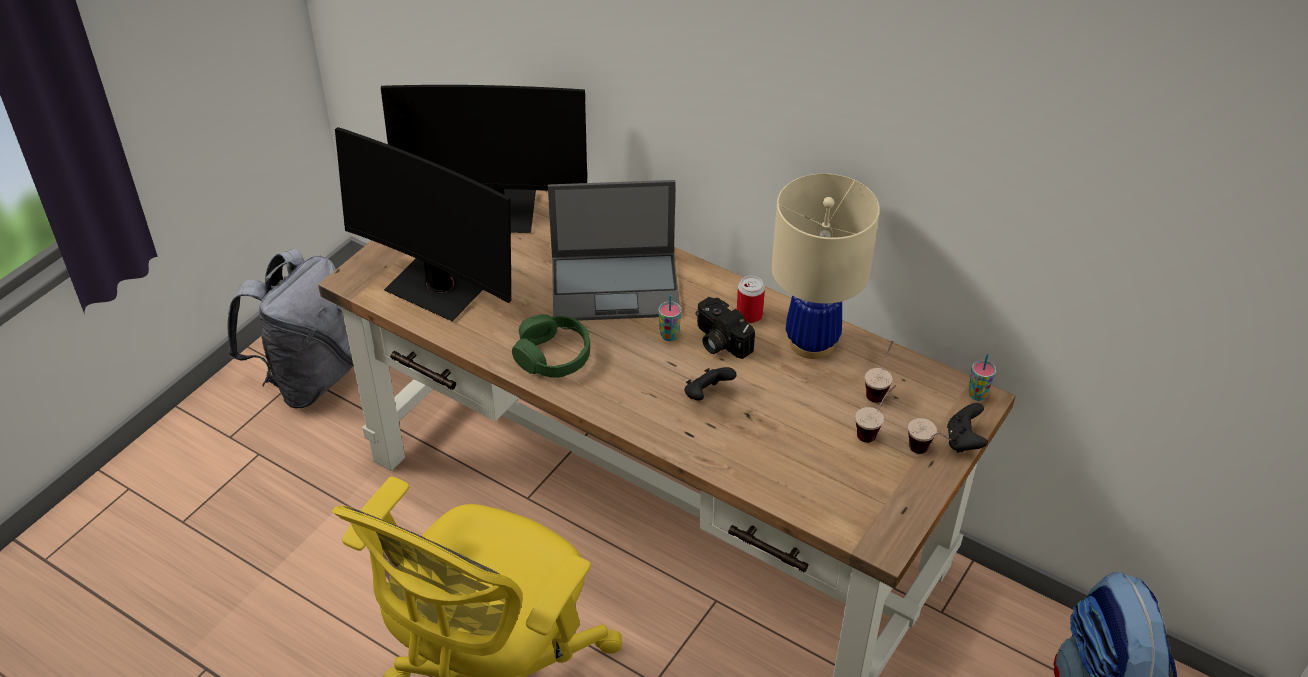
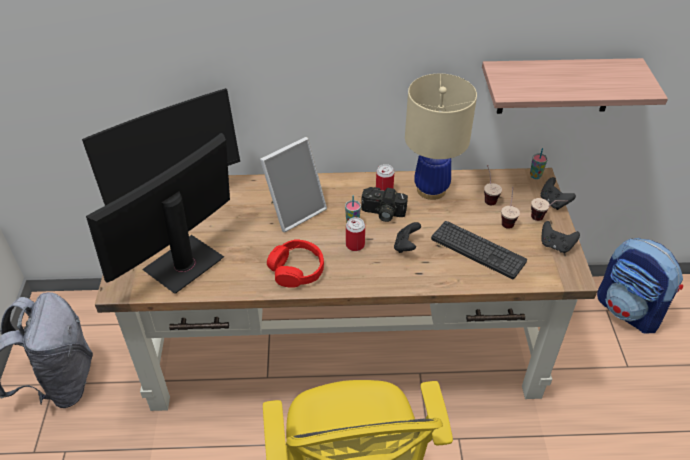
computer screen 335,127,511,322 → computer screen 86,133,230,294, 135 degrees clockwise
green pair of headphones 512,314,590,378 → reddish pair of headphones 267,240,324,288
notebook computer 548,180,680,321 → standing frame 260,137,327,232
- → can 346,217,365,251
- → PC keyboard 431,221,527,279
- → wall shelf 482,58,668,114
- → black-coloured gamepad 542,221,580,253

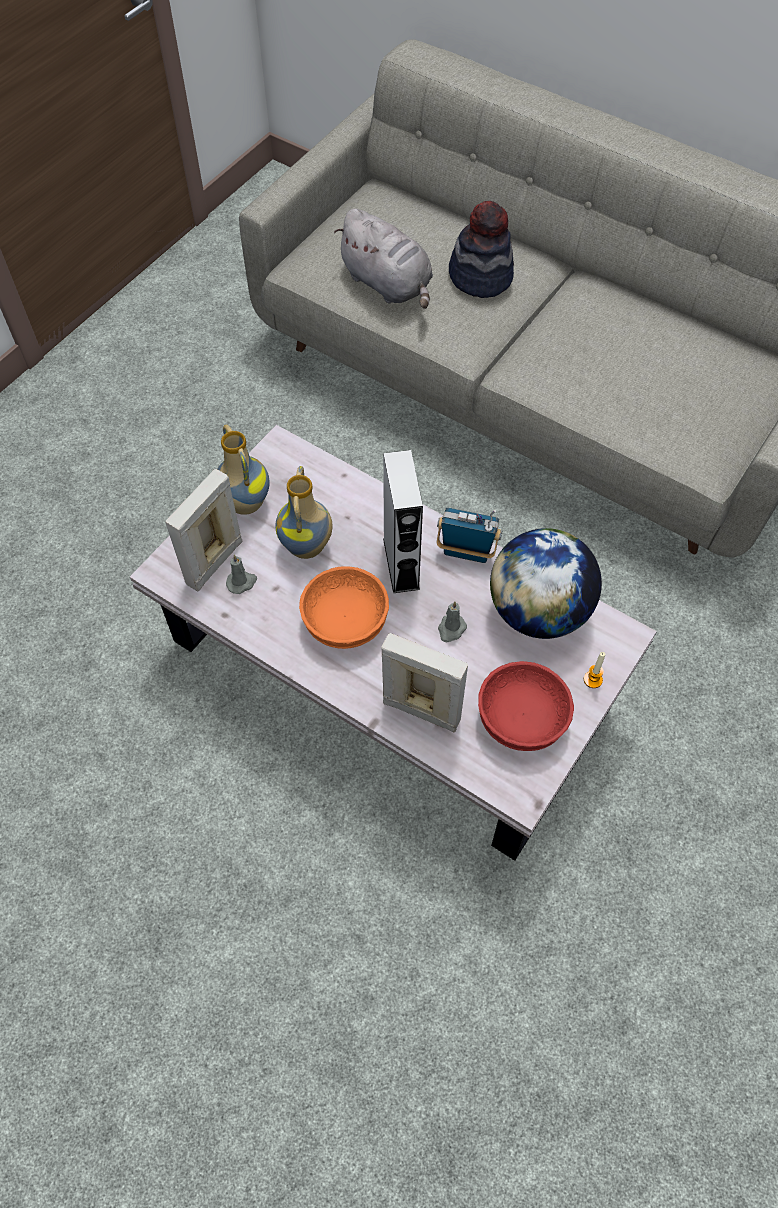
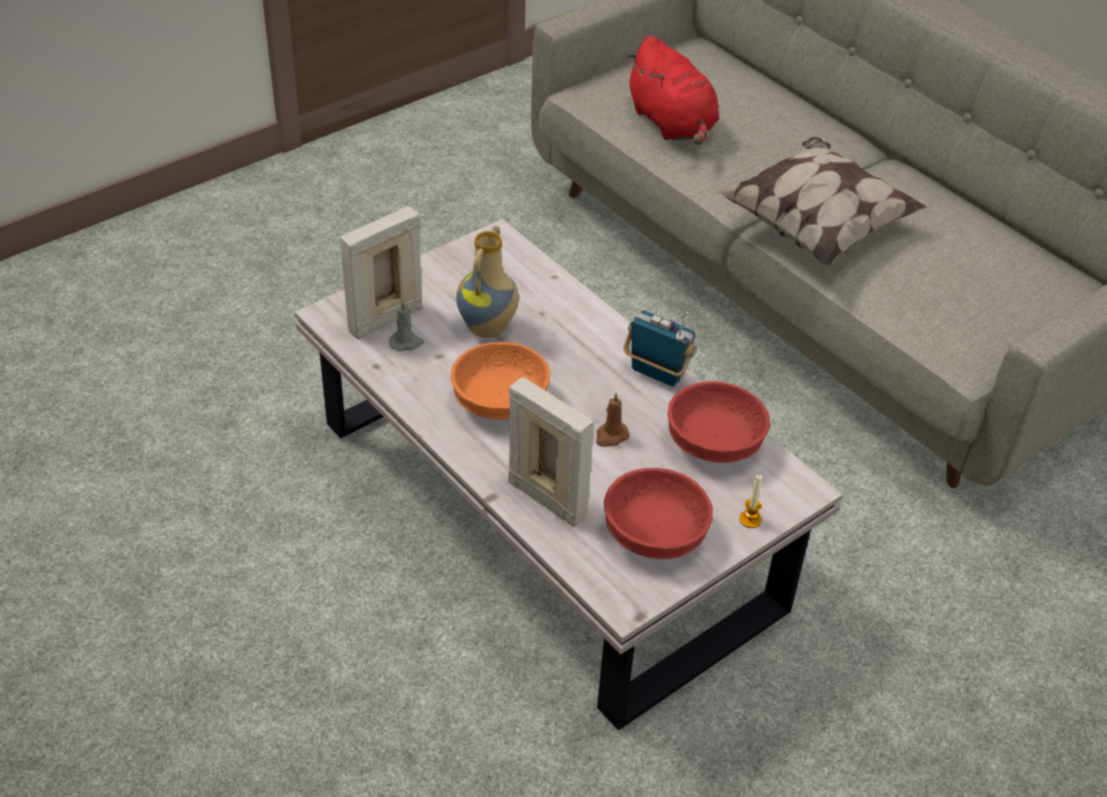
vase 217,424,270,515 → -
greyish cuddly toy 334,208,433,309 → reddish cuddly toy 626,36,719,145
greyish speaker 383,450,423,593 → -
greyish wax candle 438,601,467,642 → brown wax candle 596,393,630,447
wearable hat 449,201,514,298 → -
globe 490,528,602,639 → reddish serving bowl 667,381,770,463
- → throw pillow 715,137,927,266

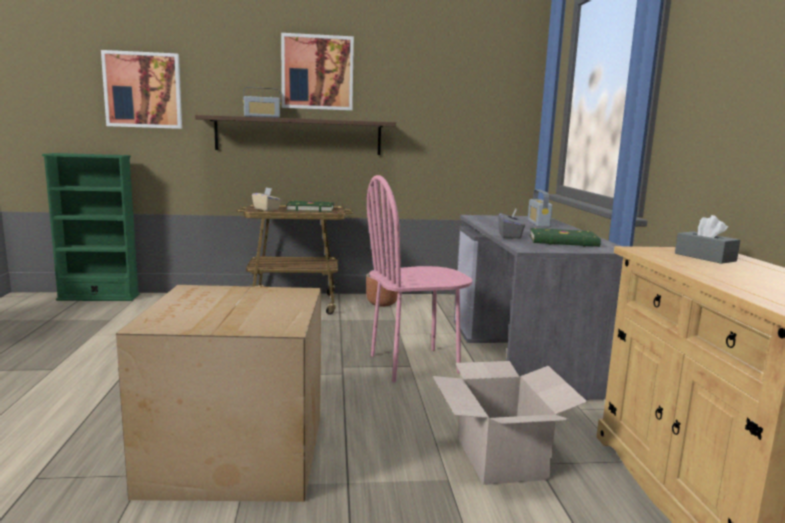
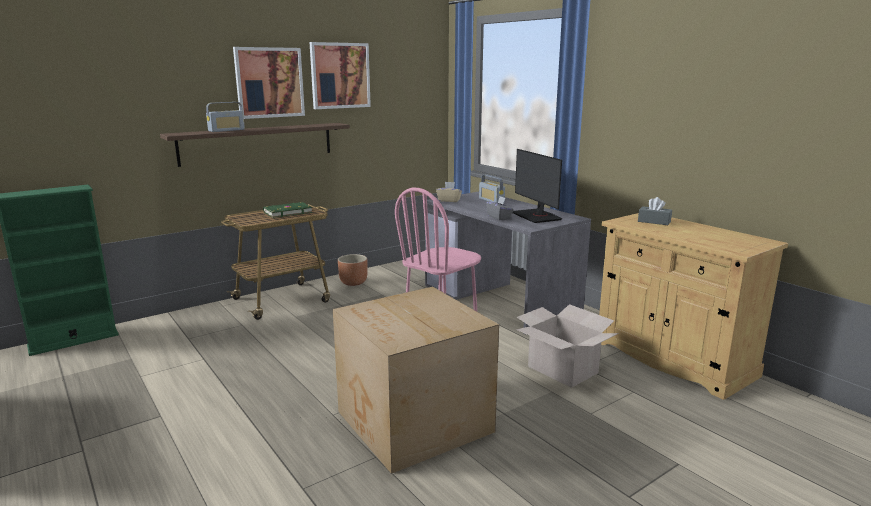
wall picture 101,50,182,129 → wall picture 309,42,371,109, shifted
sand-coloured tissue box 252,188,281,211 → sand-coloured tissue box 436,182,462,202, shifted
green volume 530,228,601,247 → computer screen 512,149,562,223

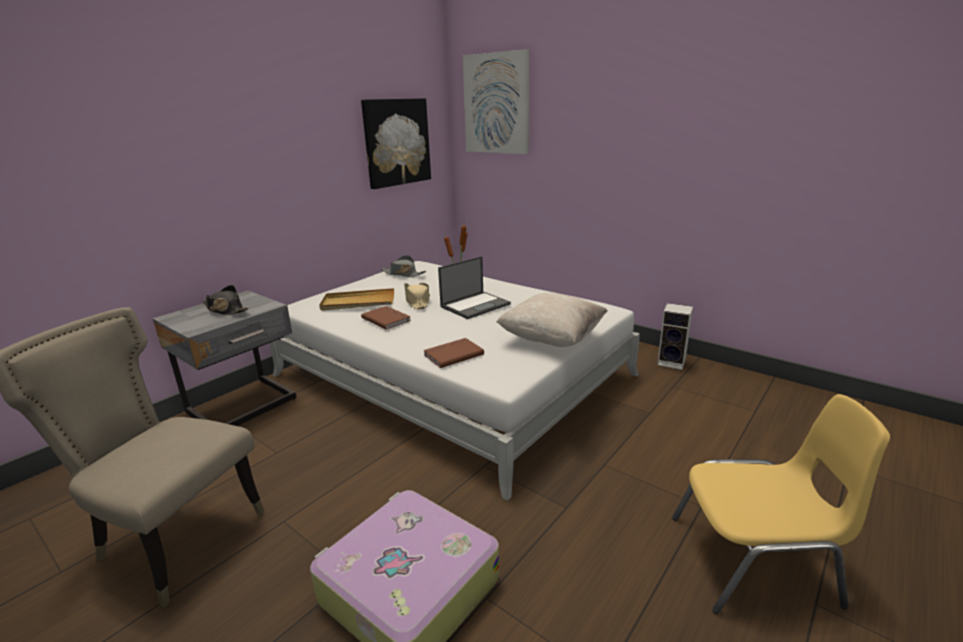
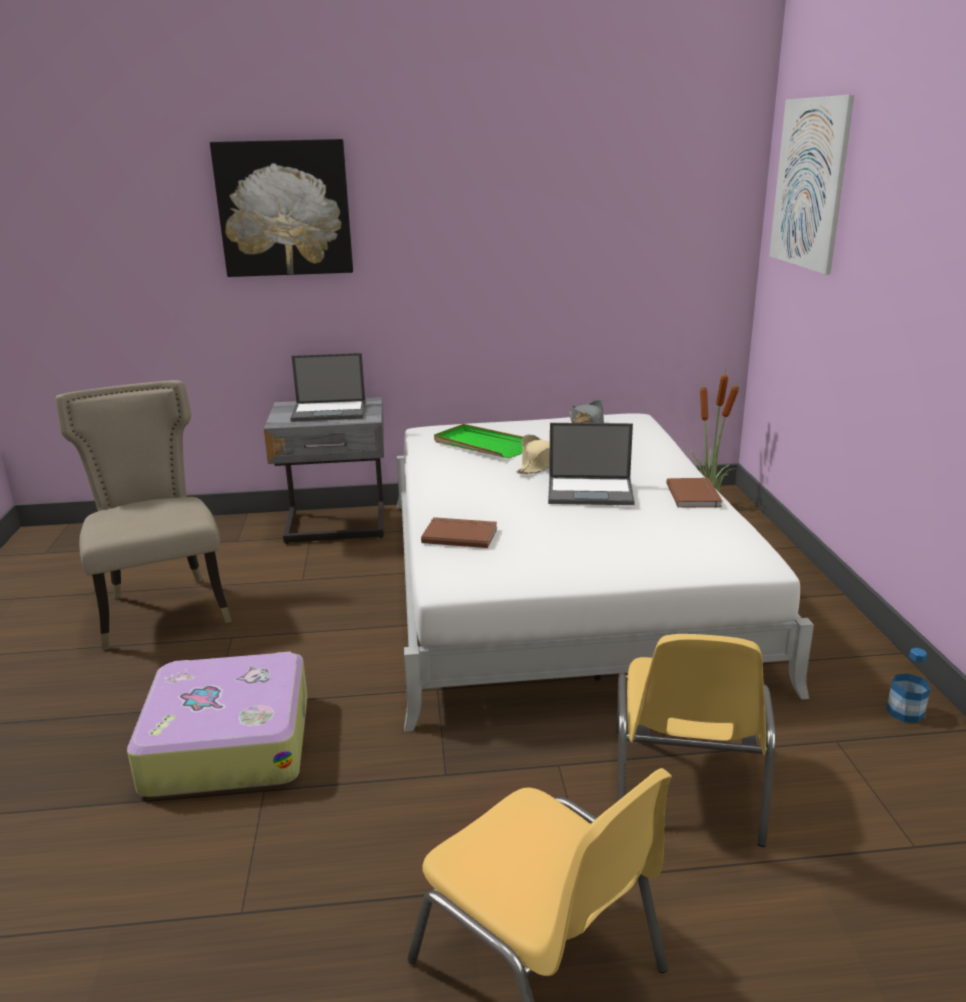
black-coloured wearable hat 203,285,249,315 → notebook computer 290,353,365,422
sand-coloured tray 319,288,394,311 → green tray 434,424,523,458
wall picture 361,98,431,189 → wall picture 210,139,353,277, shifted
brown volume 361,306,411,329 → brown volume 666,477,722,508, shifted
sand-coloured throw pillow 496,293,608,347 → -
speaker 657,303,693,370 → drink bottle 886,648,930,723
- → yellow-coloured plain chair 616,634,776,847

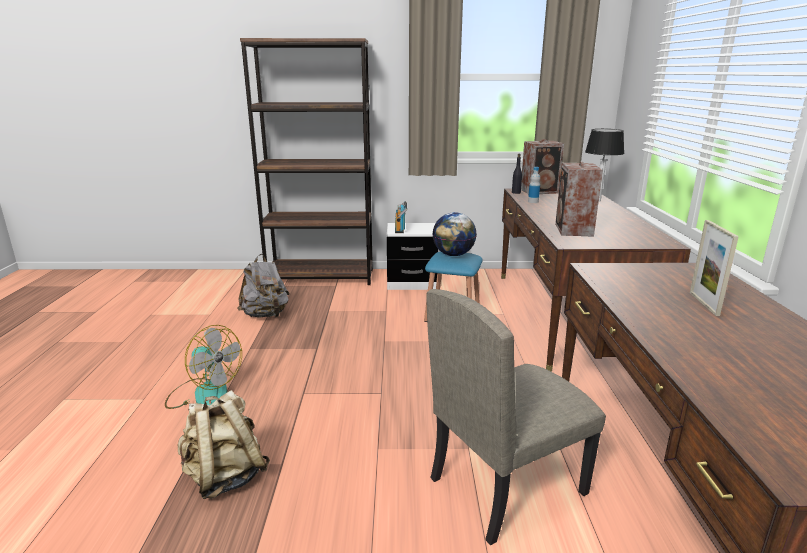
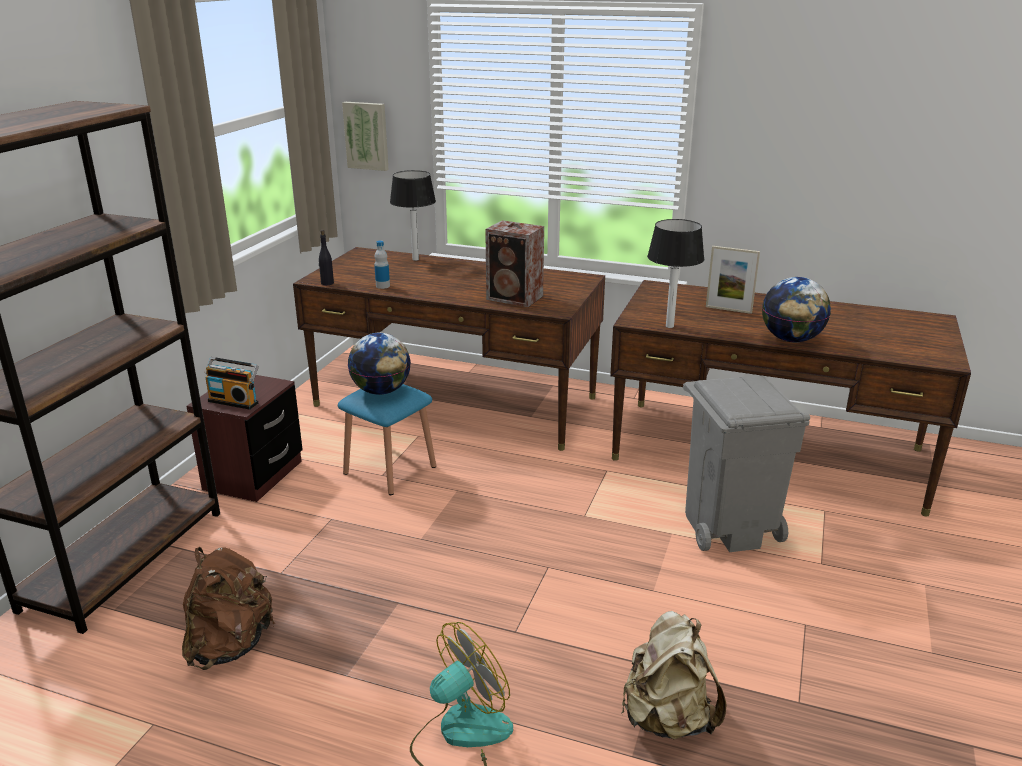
greyish backpack 237,254,290,318 → brown backpack 182,547,275,670
white bedside table 387,223,438,290 → brown bedside table 187,375,303,502
sand-coloured plain chair 426,289,606,545 → greyish trash can 683,375,810,552
speaker 521,139,564,194 → -
- → wall picture 342,102,389,171
- → tabletop lamp 647,219,704,328
- → globe 762,277,831,343

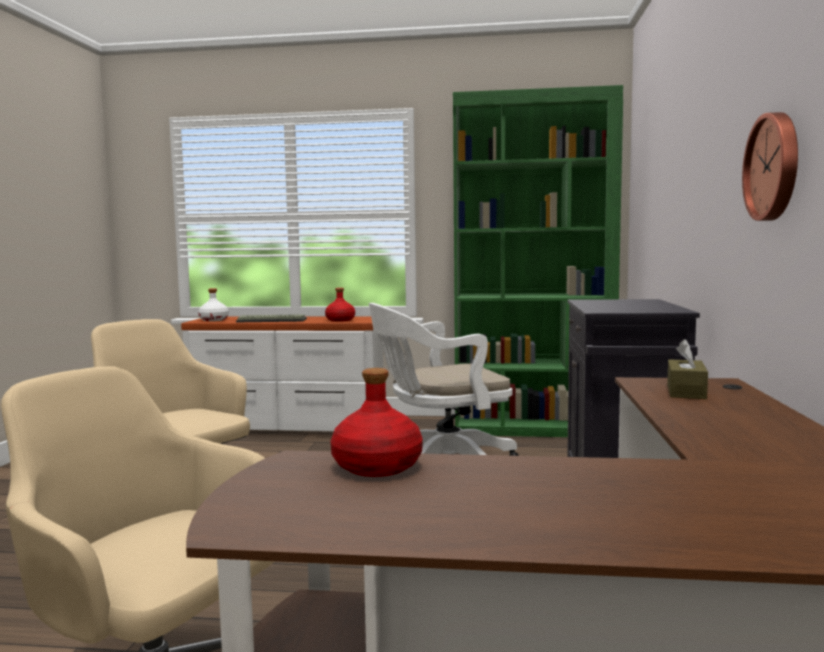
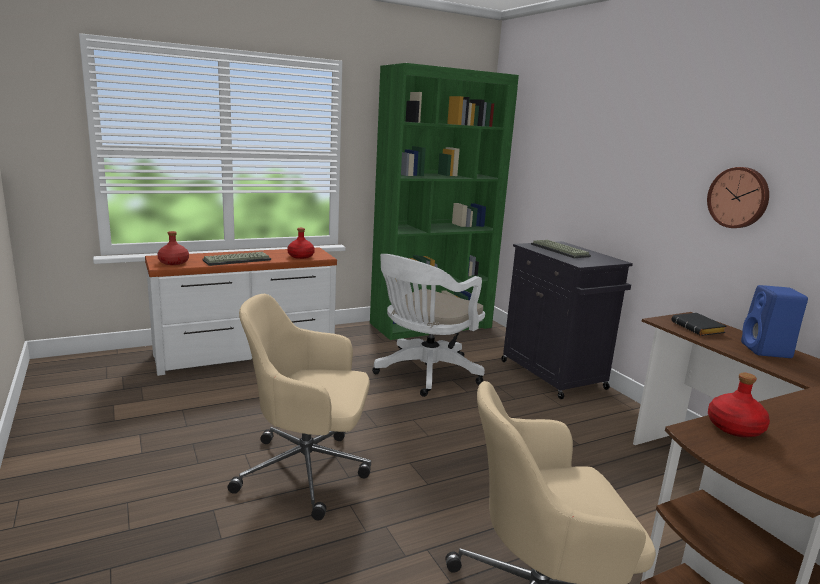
white drink bottle 198,288,229,321 → reddish drink bottle 157,231,189,265
brown tissue box 667,339,708,399 → black-coloured volume 671,313,727,336
- → PC keyboard 531,240,591,258
- → blue-coloured speaker 741,285,808,358

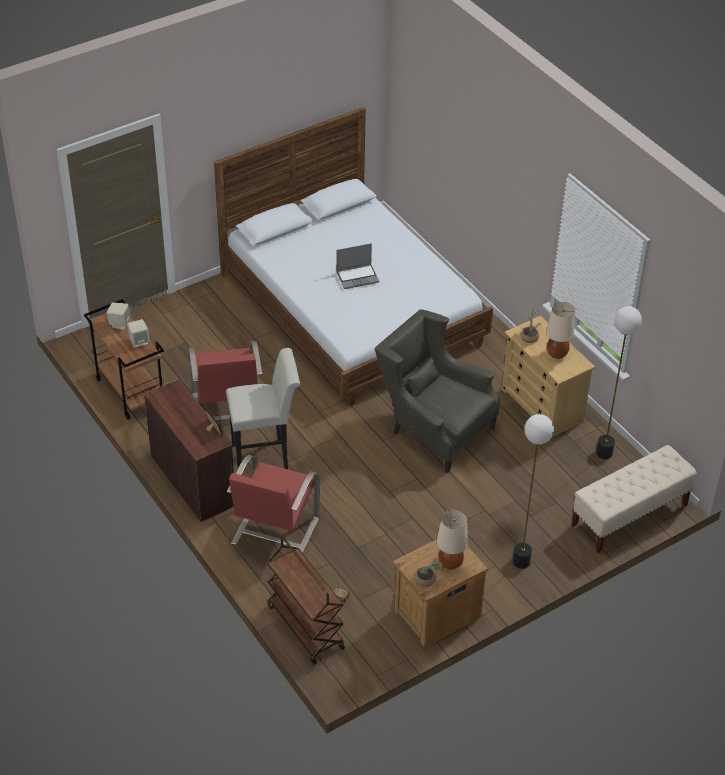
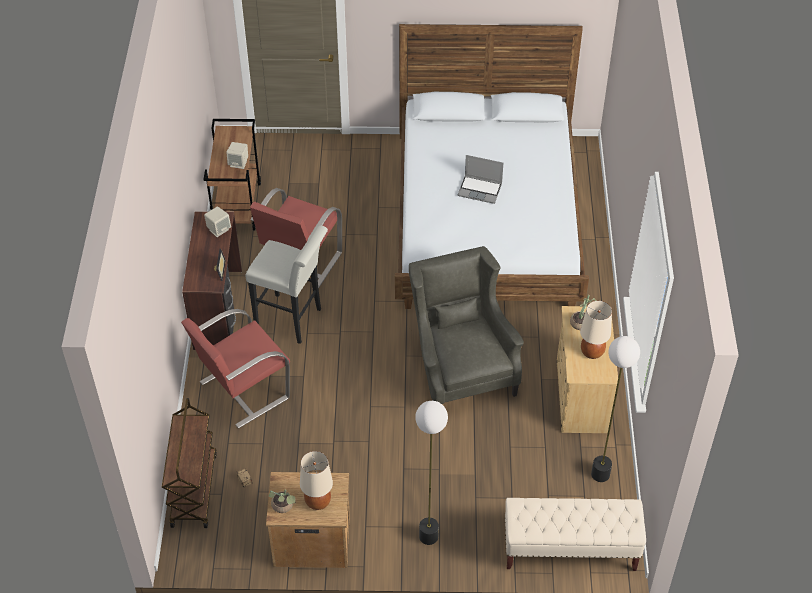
sand-coloured speaker 106,303,131,330 → sand-coloured speaker 204,206,231,237, shifted

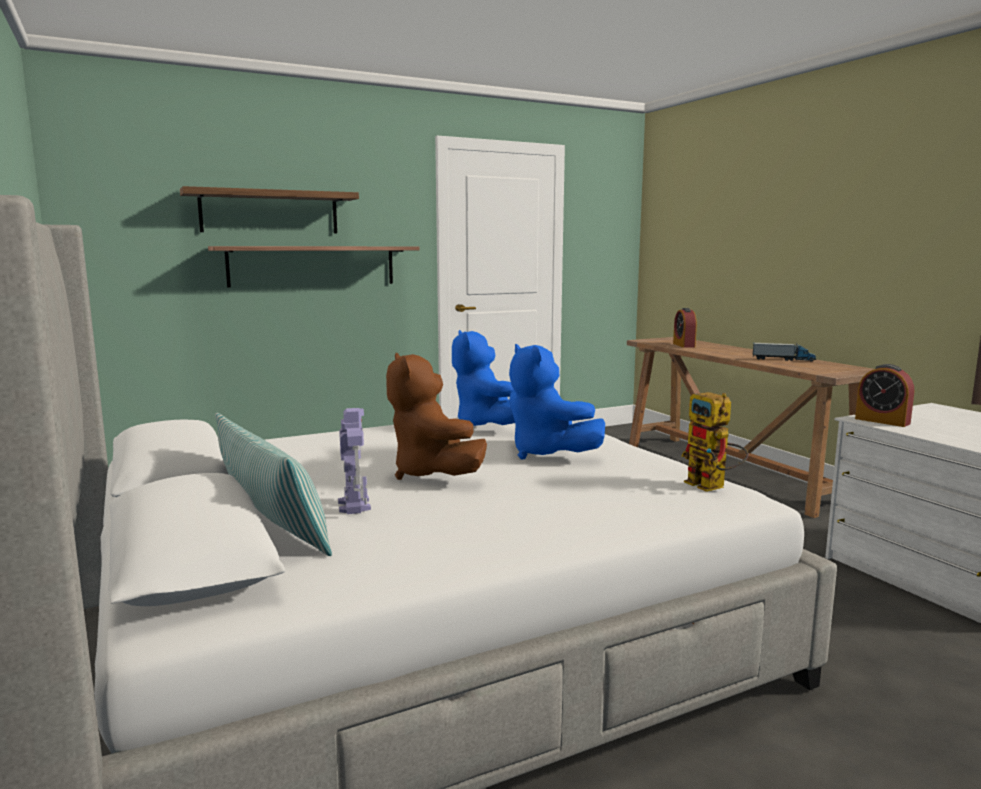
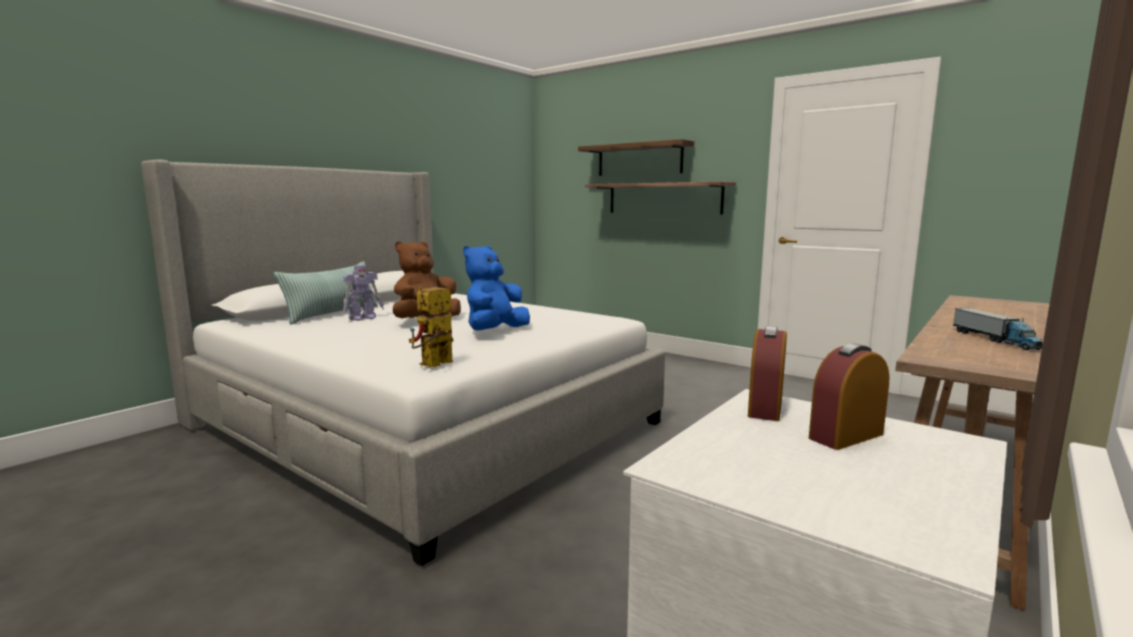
blue-coloured cuddly toy 452,330,515,426 → -
bedside clock 673,308,697,348 → bedside clock 809,343,889,450, shifted

